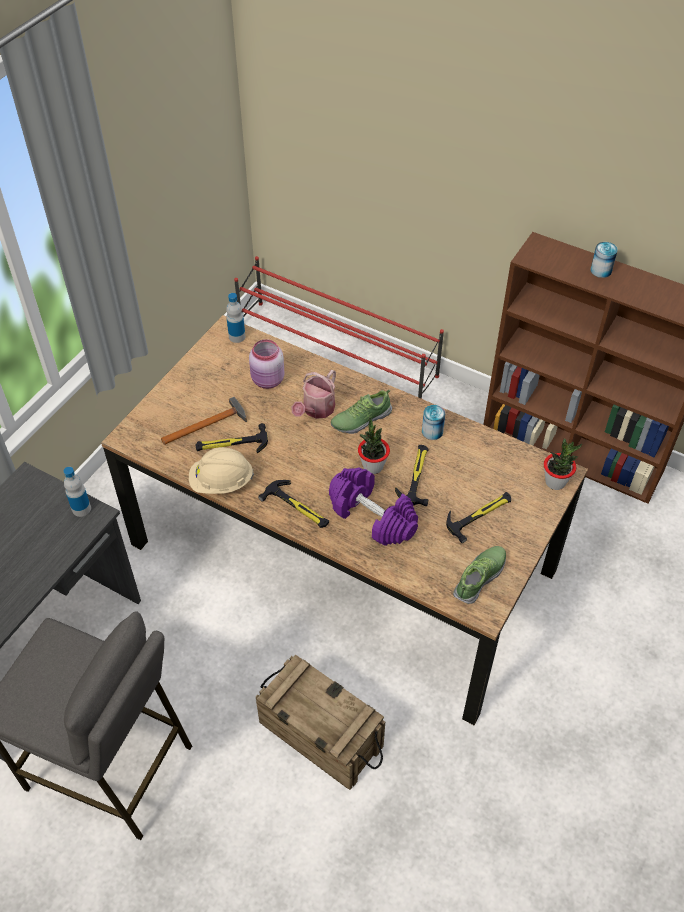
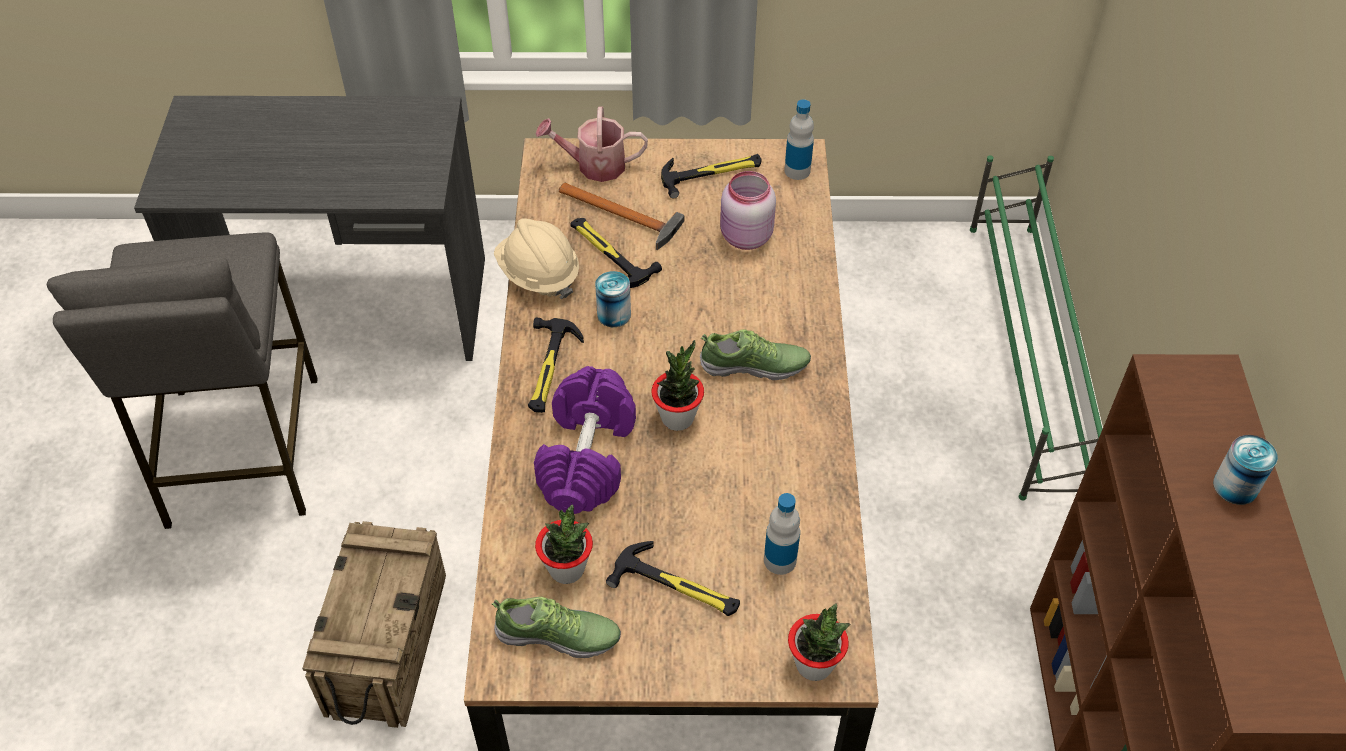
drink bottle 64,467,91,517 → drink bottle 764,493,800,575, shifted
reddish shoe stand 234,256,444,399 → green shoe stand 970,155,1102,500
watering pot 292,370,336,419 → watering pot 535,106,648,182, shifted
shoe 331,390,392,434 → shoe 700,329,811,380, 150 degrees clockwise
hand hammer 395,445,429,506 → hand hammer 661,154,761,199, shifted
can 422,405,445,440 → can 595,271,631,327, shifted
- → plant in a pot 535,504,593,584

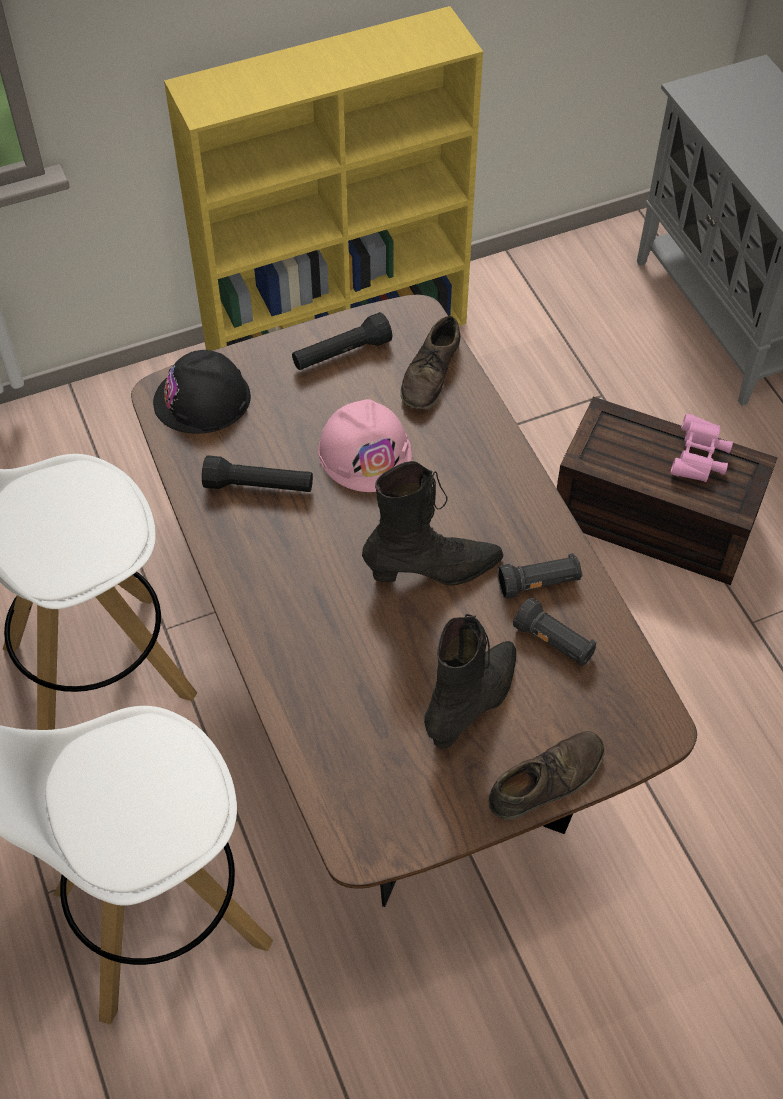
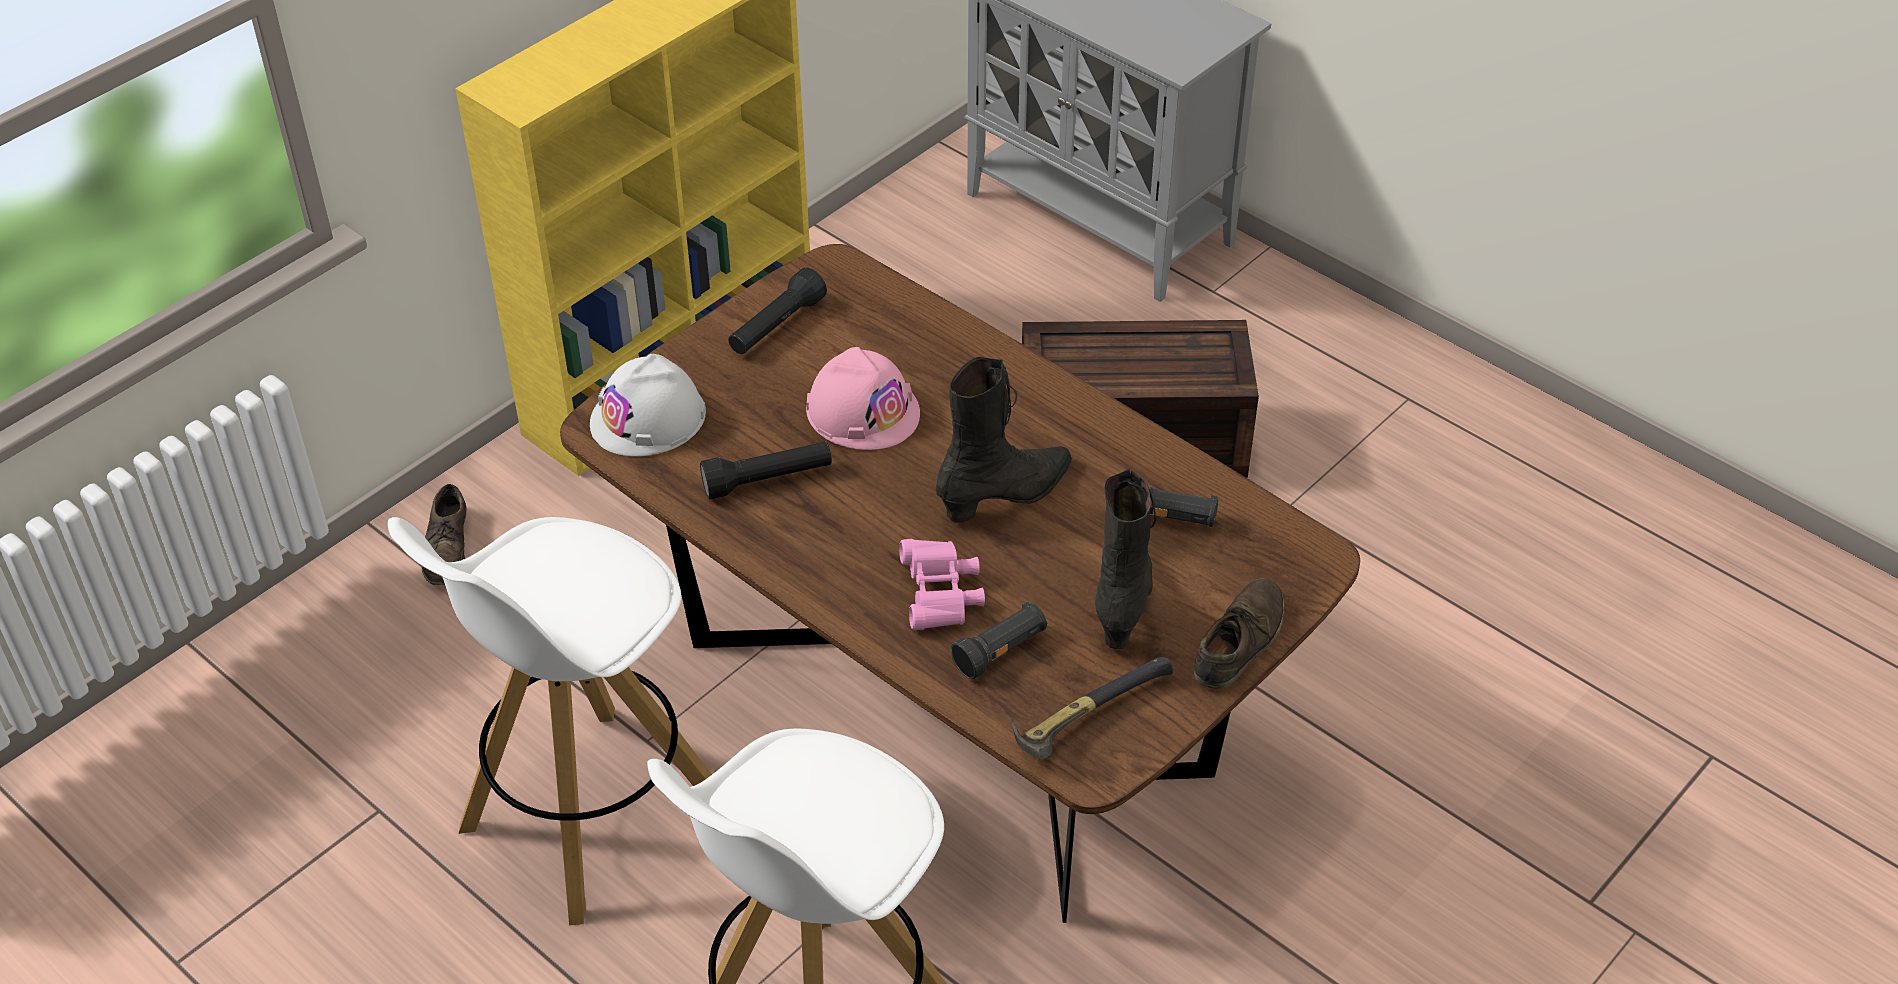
black-coloured safety helmet 153,350,251,434 → white safety helmet 590,354,706,456
brown shoe 401,316,460,410 → brown shoe 421,484,466,585, shifted
black-coloured torch 498,553,583,599 → black-coloured torch 951,602,1047,679, shifted
pinkish pair of binoculars 671,414,733,482 → pinkish pair of binoculars 899,539,985,630, shifted
- → hand hammer 1011,657,1173,761

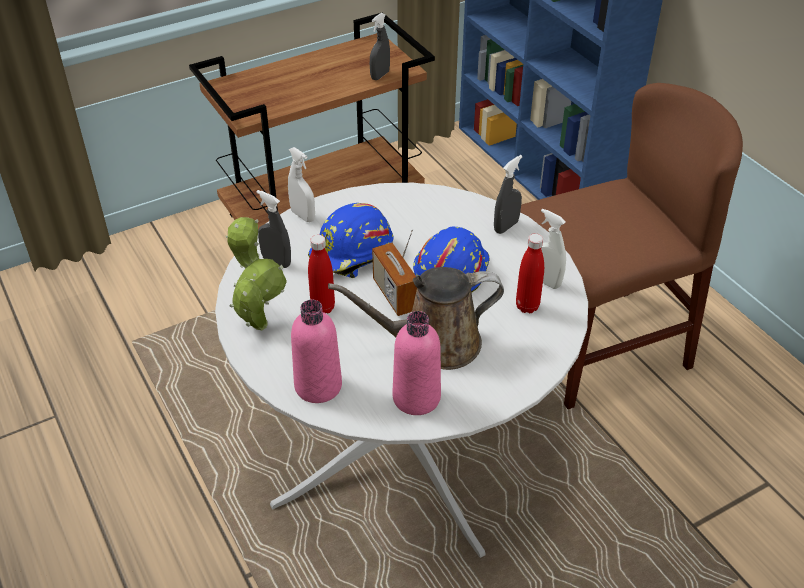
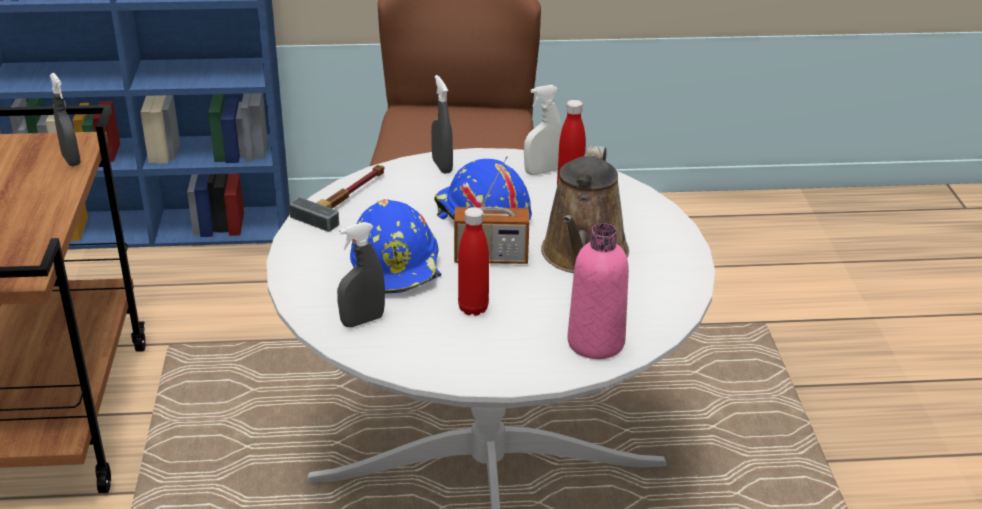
plant in a pot 226,217,287,330 → -
white spray bottle 288,147,315,222 → -
pinkish drink bottle 393,311,441,415 → -
- → hand hammer 289,165,384,232

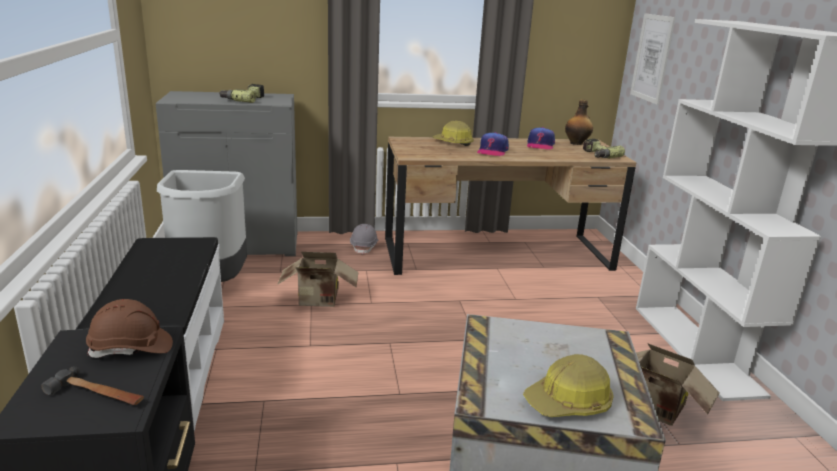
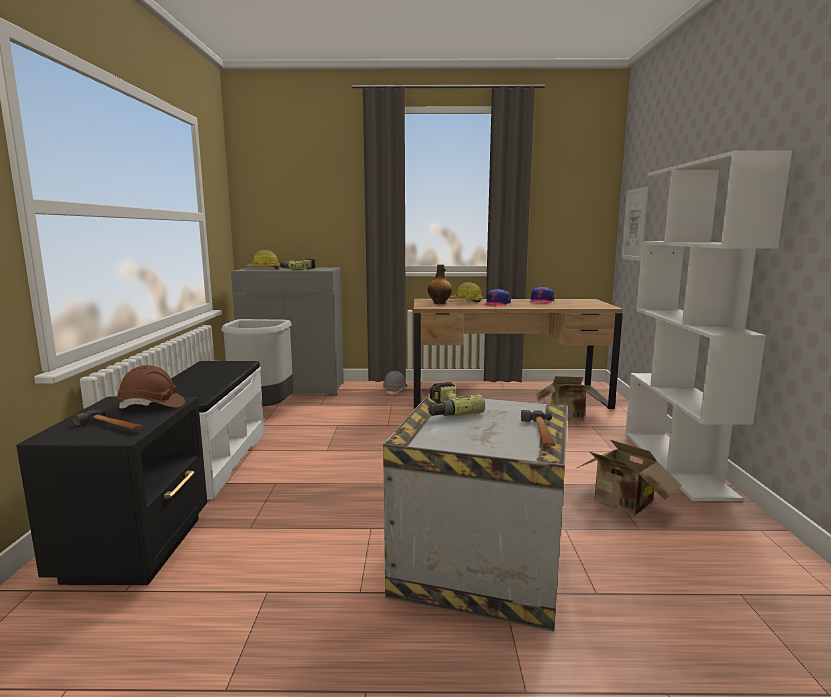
carton 277,252,359,307 → carton 536,376,604,421, shifted
safety helmet 523,354,614,417 → safety helmet 245,250,280,269, shifted
drink bottle 565,100,593,145 → drink bottle 428,264,452,304, shifted
electric drill 583,139,625,159 → electric drill 427,382,485,416, shifted
- → hand hammer 521,410,555,447

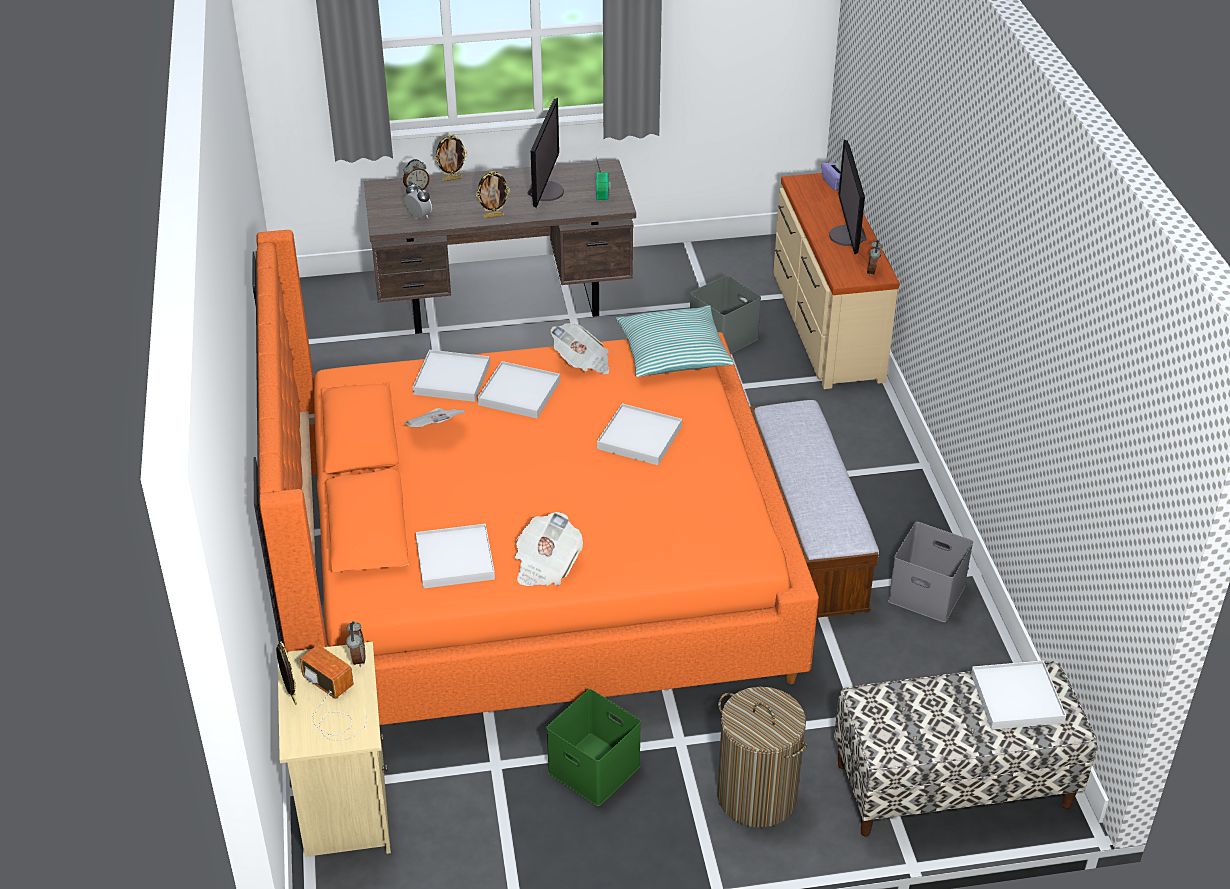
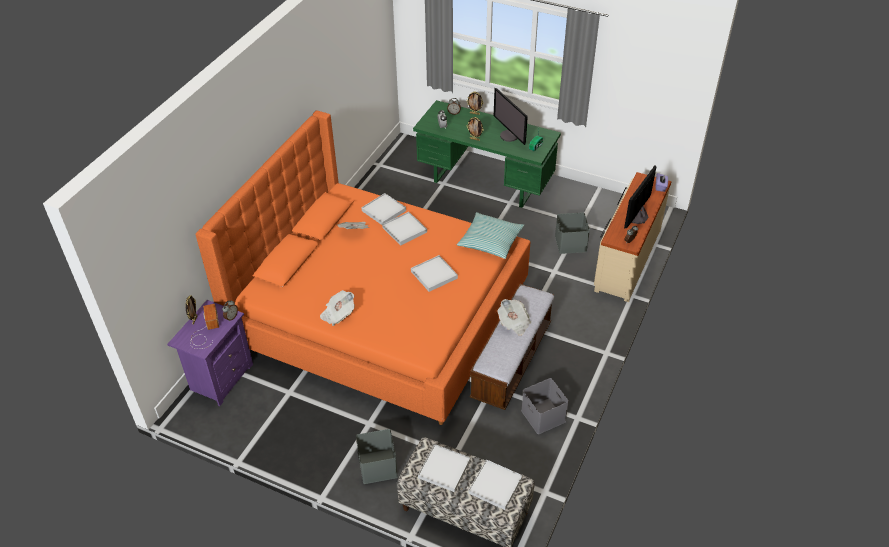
sand-coloured bedside table 278,642,391,857 → purple bedside table 167,300,253,406
brown desk 364,159,636,334 → green desk 413,100,561,208
white tray 416,524,495,589 → white tray 418,444,470,492, shifted
computer screen 527,98,564,208 → computer screen 494,88,528,145, 105 degrees clockwise
green storage box 546,689,641,806 → -
newspaper 550,323,609,374 → newspaper 497,299,531,336, shifted
laundry basket 717,687,807,827 → greyish storage box 356,429,398,484

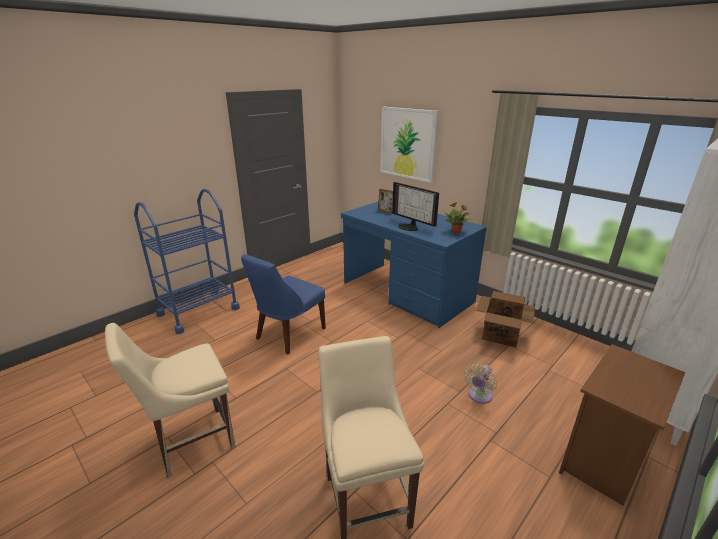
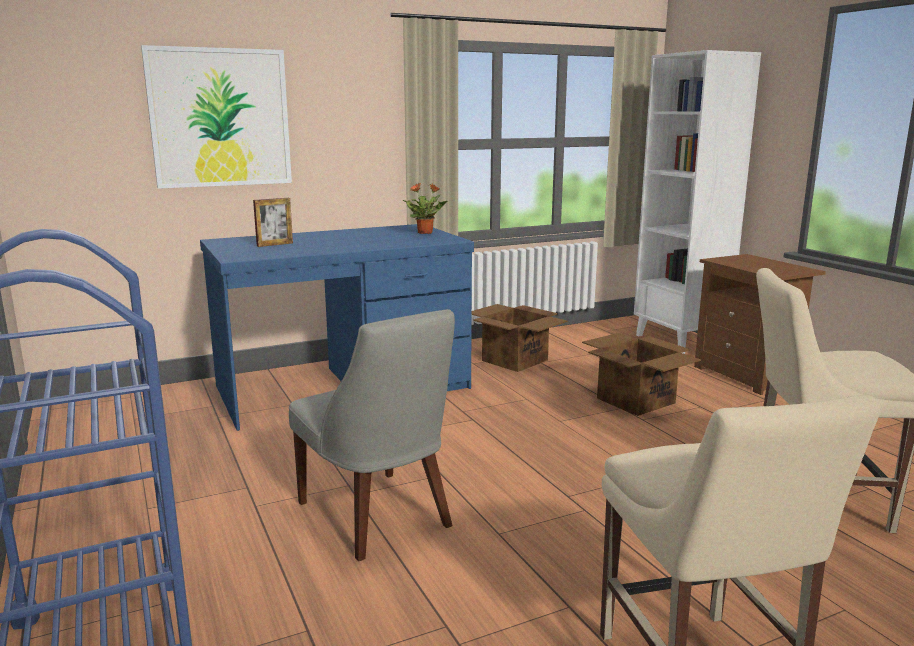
blue-coloured plain chair 241,254,326,355 → greyish plain chair 289,309,455,561
computer screen 392,182,439,231 → -
sand-coloured fan 464,364,497,404 → carton 582,333,701,416

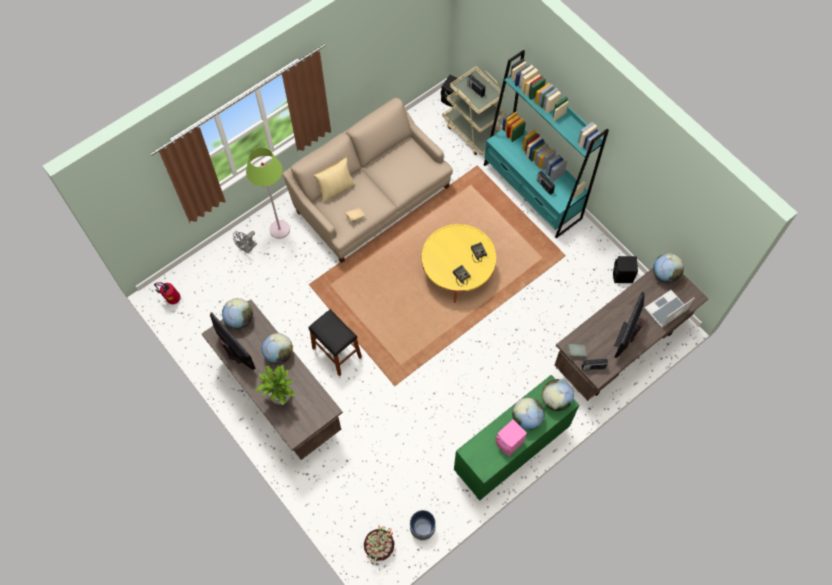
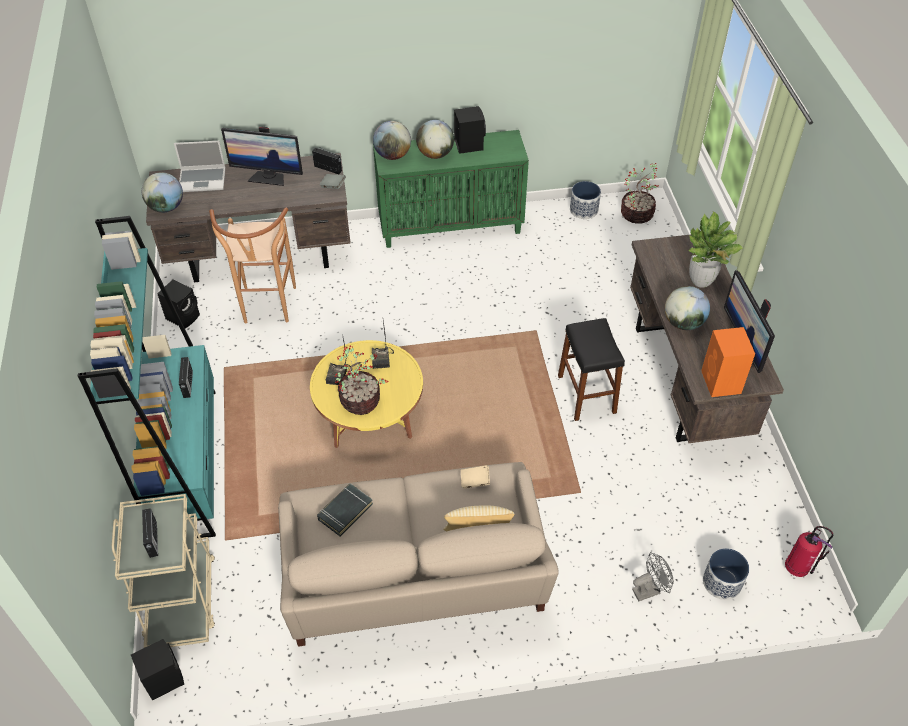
globe 222,298,253,329 → orangey speaker 701,327,755,397
green standing lamp 246,147,290,239 → -
pinkish speaker 495,419,527,456 → black-coloured speaker 454,106,486,154
computer screen 614,291,645,358 → computer screen 221,127,303,186, 45 degrees clockwise
- → brown stool 209,208,296,323
- → black-coloured volume 317,483,373,536
- → plant in a pot 335,346,388,415
- → flower pot 703,548,749,600

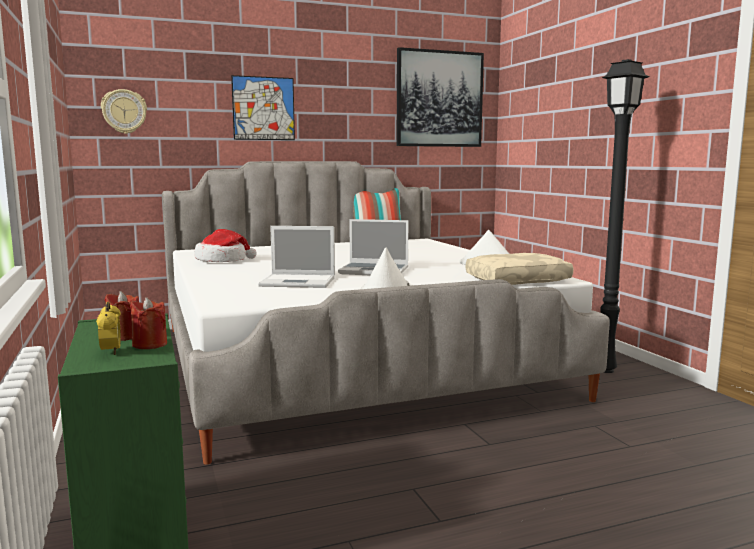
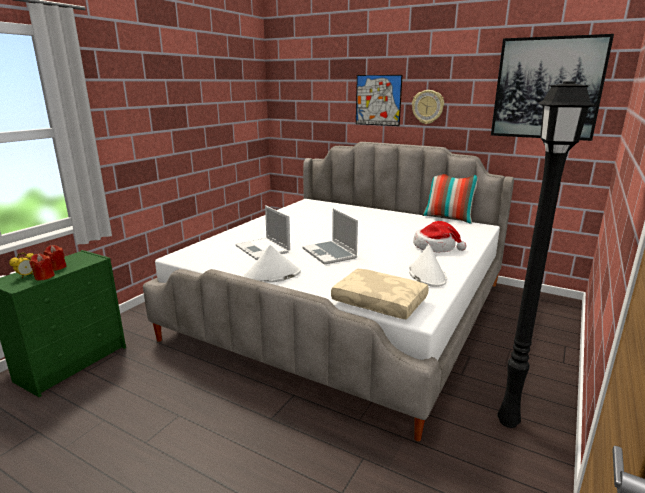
wall clock 101,89,147,134 → wall clock 412,90,444,124, shifted
wearable hat 194,229,257,262 → wearable hat 413,221,467,252, shifted

